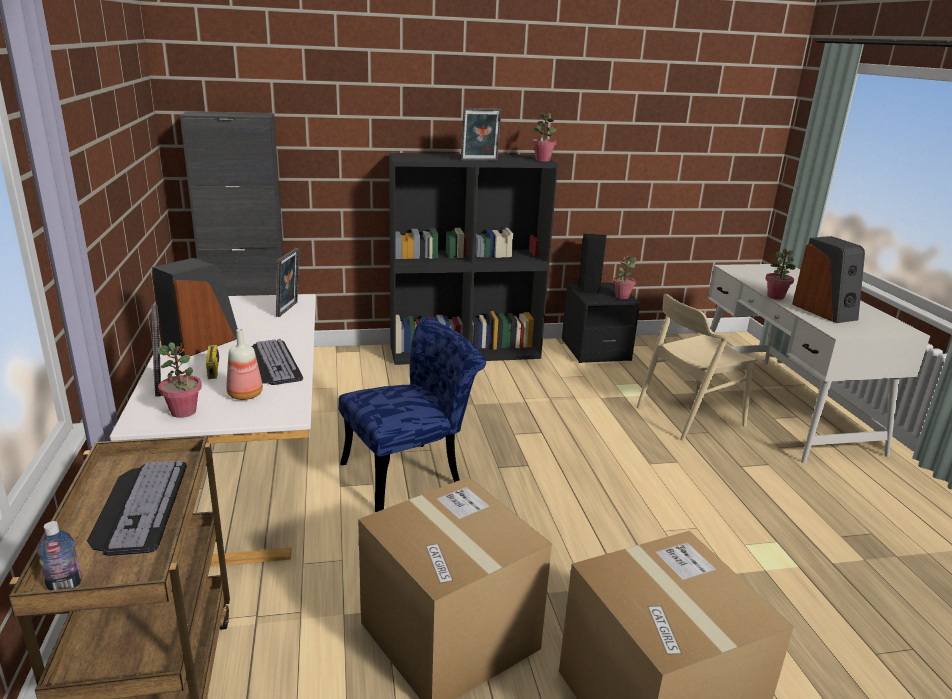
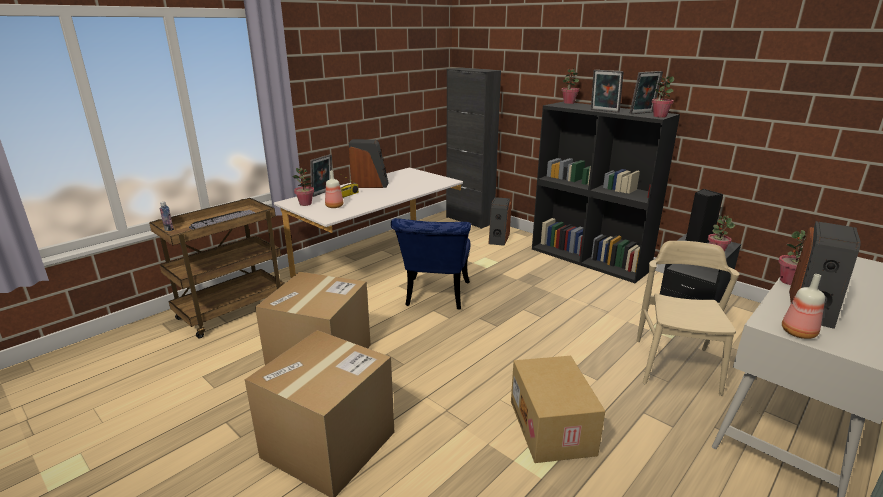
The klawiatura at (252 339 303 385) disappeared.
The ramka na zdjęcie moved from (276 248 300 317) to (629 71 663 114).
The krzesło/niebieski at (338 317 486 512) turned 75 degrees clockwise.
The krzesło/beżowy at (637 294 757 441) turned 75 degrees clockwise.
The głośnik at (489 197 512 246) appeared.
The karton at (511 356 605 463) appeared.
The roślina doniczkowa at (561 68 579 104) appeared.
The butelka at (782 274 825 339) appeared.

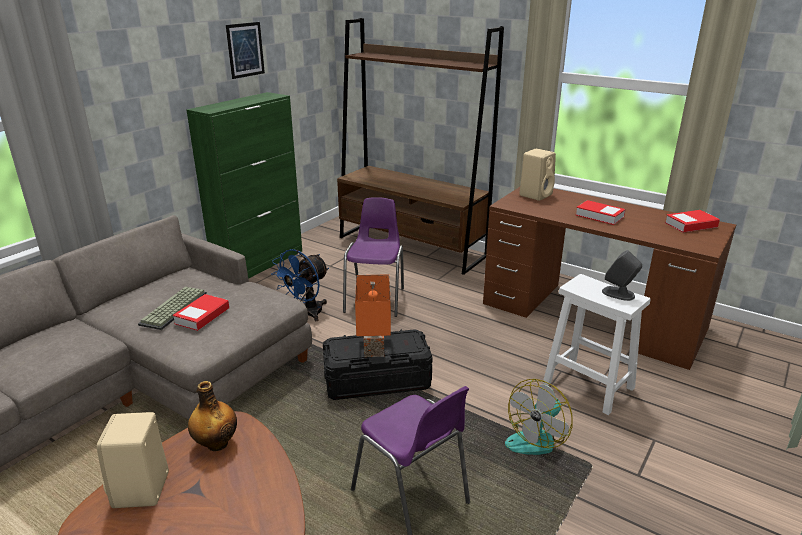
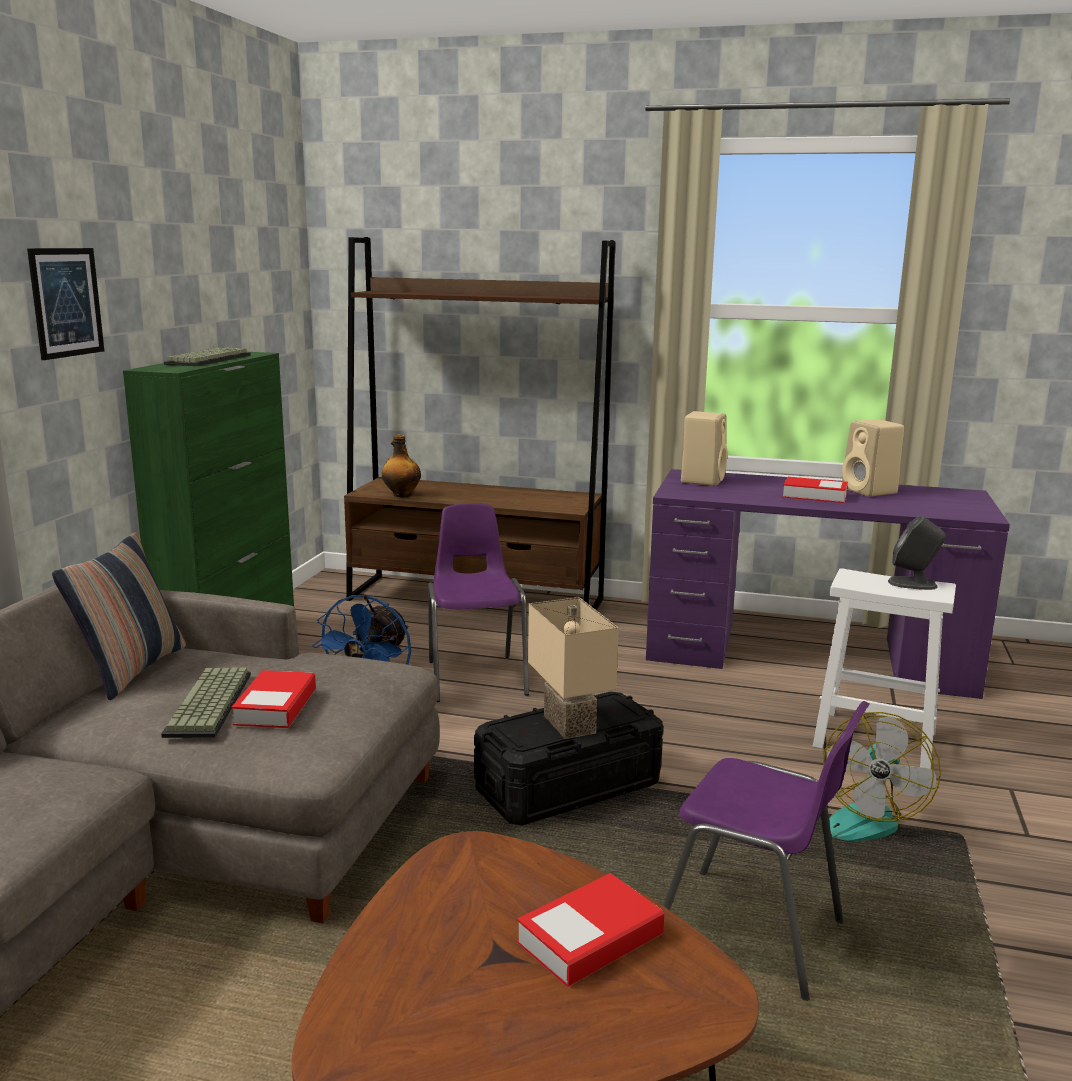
The głośnik/beżowy moved from (97 412 169 508) to (842 419 904 496).
The butelka moved from (188 381 237 451) to (382 434 421 497).
The obraz moved from (226 22 265 79) to (27 248 104 360).
The lampa stołowa/pomarańczowy at (355 274 391 357) became the lampa stołowa/beżowy at (528 597 619 739).
The biurko/brązowy at (483 187 736 370) became the biurko/fioletowy at (646 469 1010 699).
The książka moved from (665 210 720 233) to (517 873 664 987).
The poduszka at (52 532 186 700) appeared.
The klawiatura at (164 347 251 366) appeared.

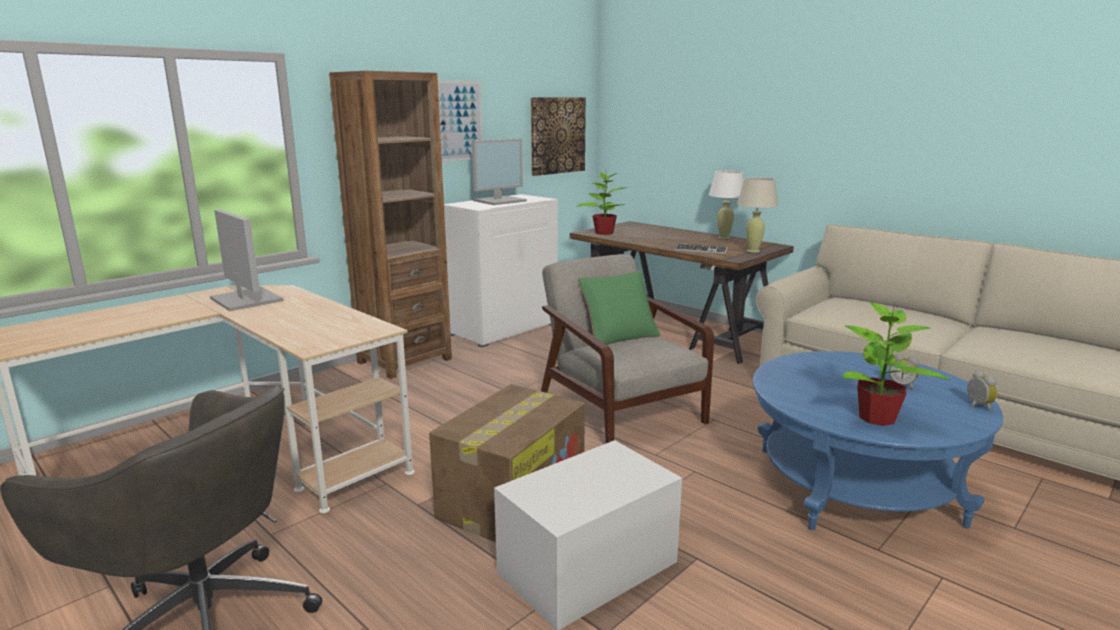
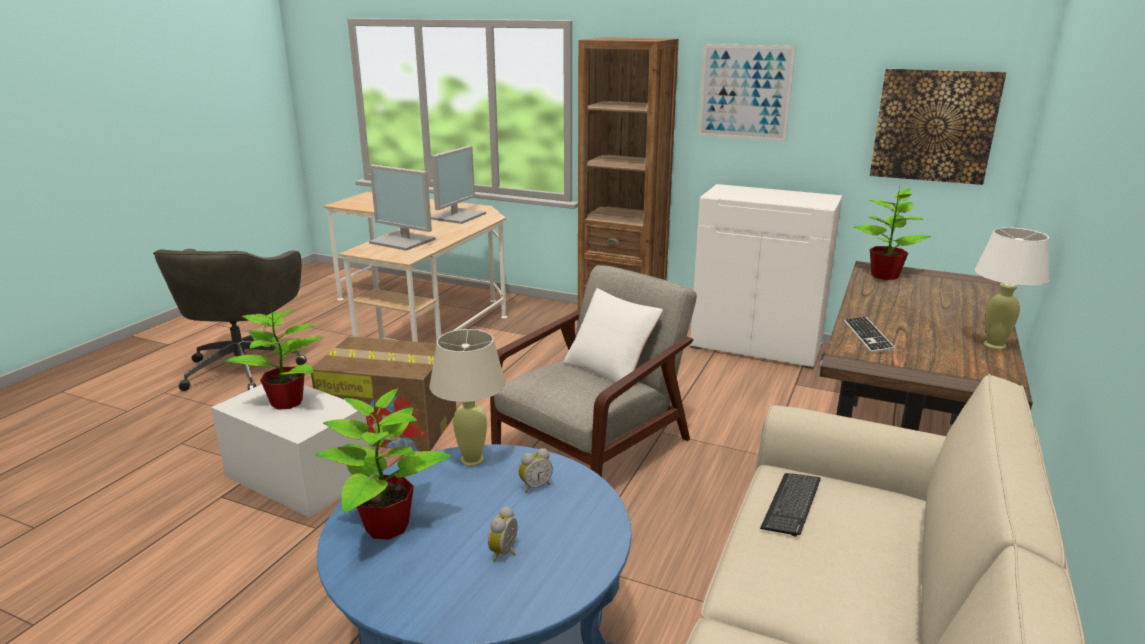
The monitor moved from (472 138 527 205) to (369 165 436 251).
The poduszka/zielony at (578 271 661 345) became the poduszka/biały at (564 288 663 383).
The lampa stołowa/beżowy moved from (737 177 778 252) to (430 329 506 466).
The budzik moved from (967 370 998 410) to (519 448 553 493).
The roślina doniczkowa at (225 306 323 410) appeared.
The klawiatura at (760 473 821 537) appeared.

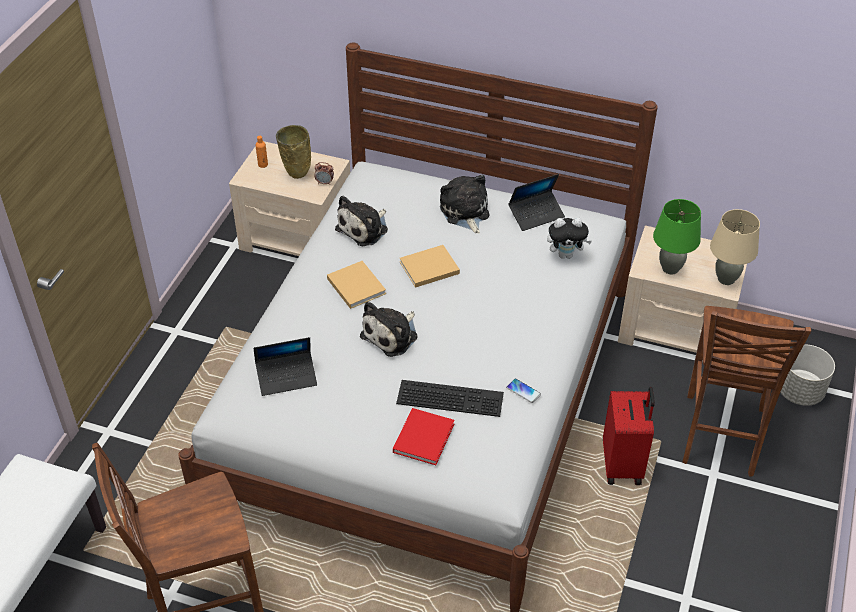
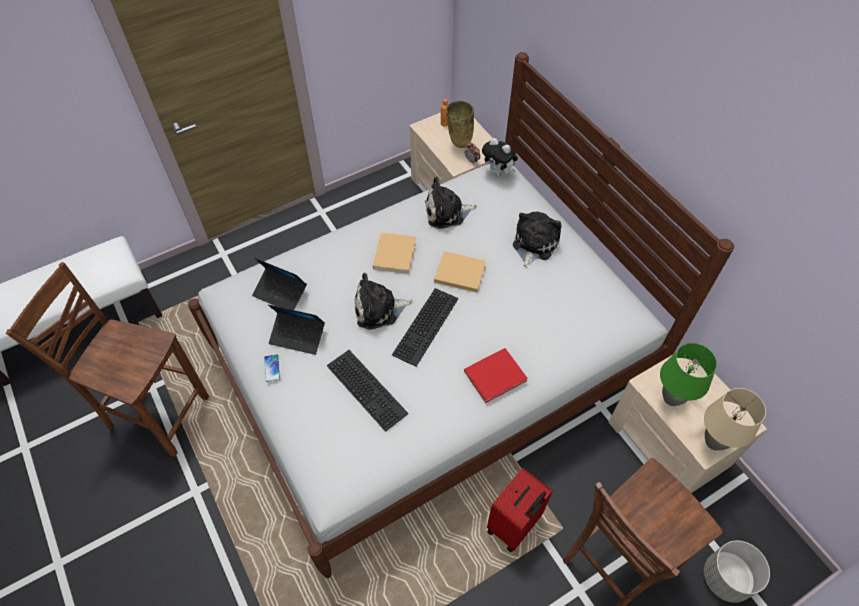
The książka/czerwony moved from (393 408 455 465) to (464 348 527 403).
The telefon moved from (506 378 541 403) to (264 354 280 382).
The laptop moved from (508 174 565 231) to (268 305 325 355).
The pluszak moved from (547 218 592 259) to (482 138 518 176).
The klawiatura at (392 288 458 367) appeared.

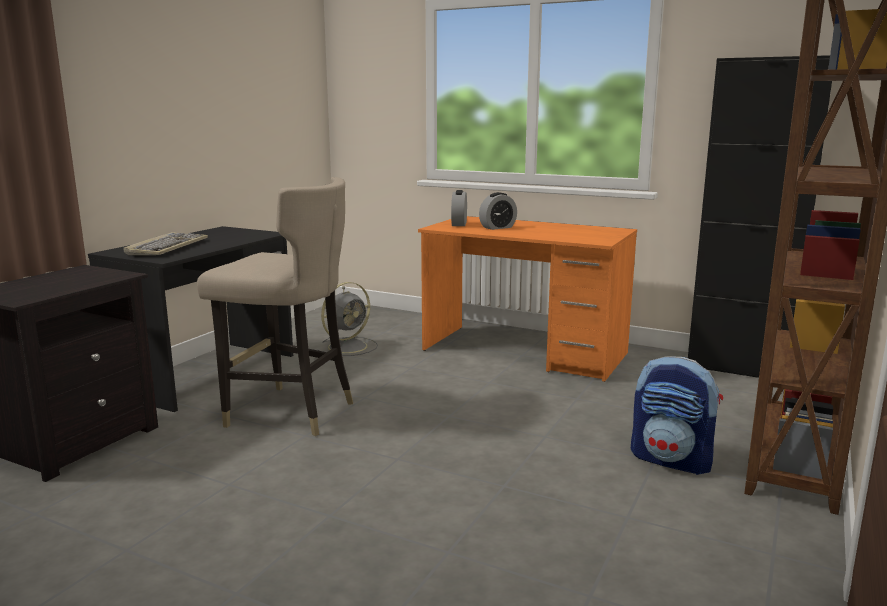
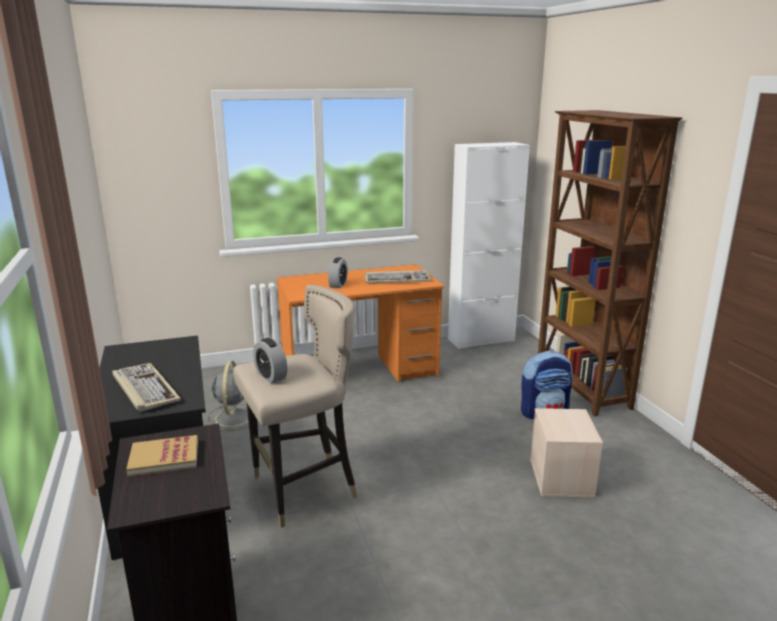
The budzik moved from (451 190 467 226) to (253 338 288 383).
The szafka/czarny at (688 55 832 378) became the szafka/biały at (448 142 530 349).
The książka at (126 435 198 477) appeared.
The klawiatura at (364 270 432 283) appeared.
The pojemnik do przechowywania/beżowy at (530 408 603 498) appeared.

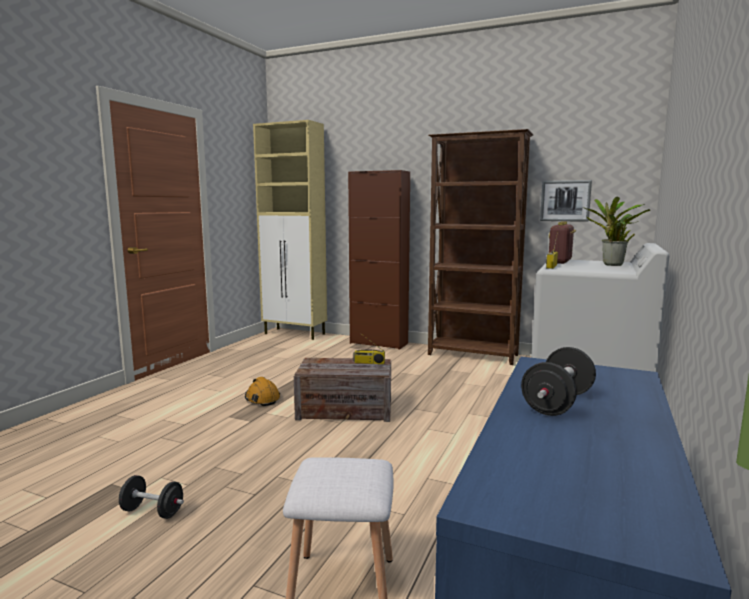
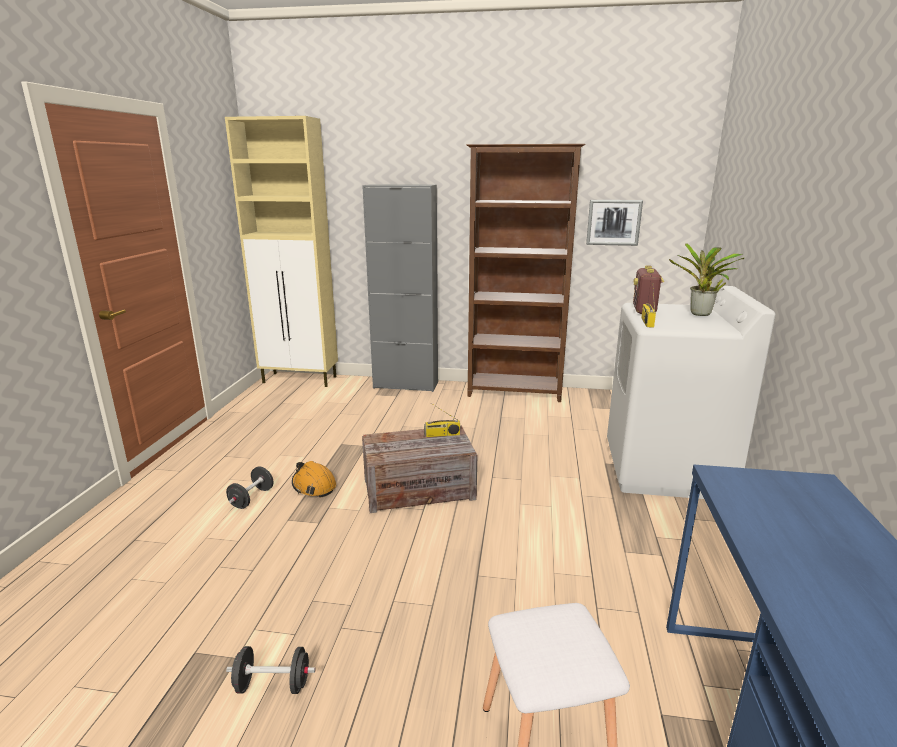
The szafka/brązowy at (348 170 410 350) became the szafka/szary at (362 184 438 392).
The hantel/czarny moved from (521 347 596 416) to (226 466 274 509).

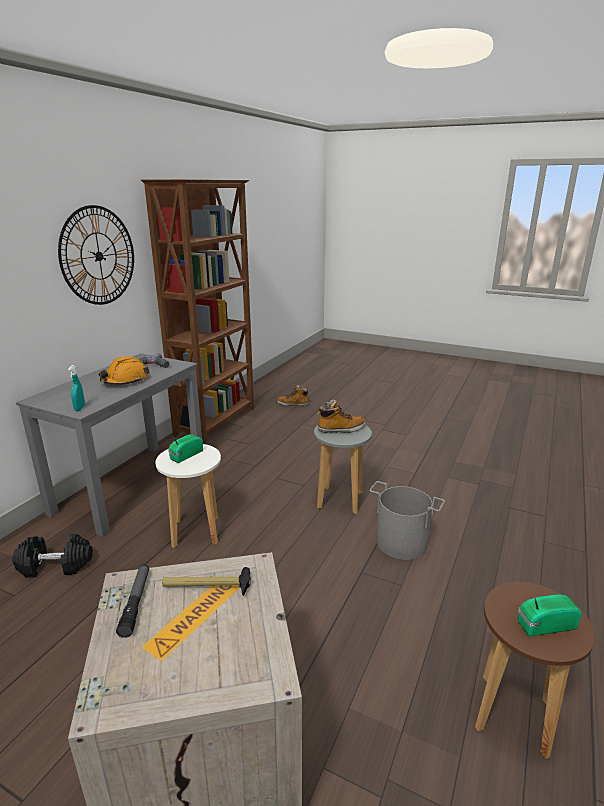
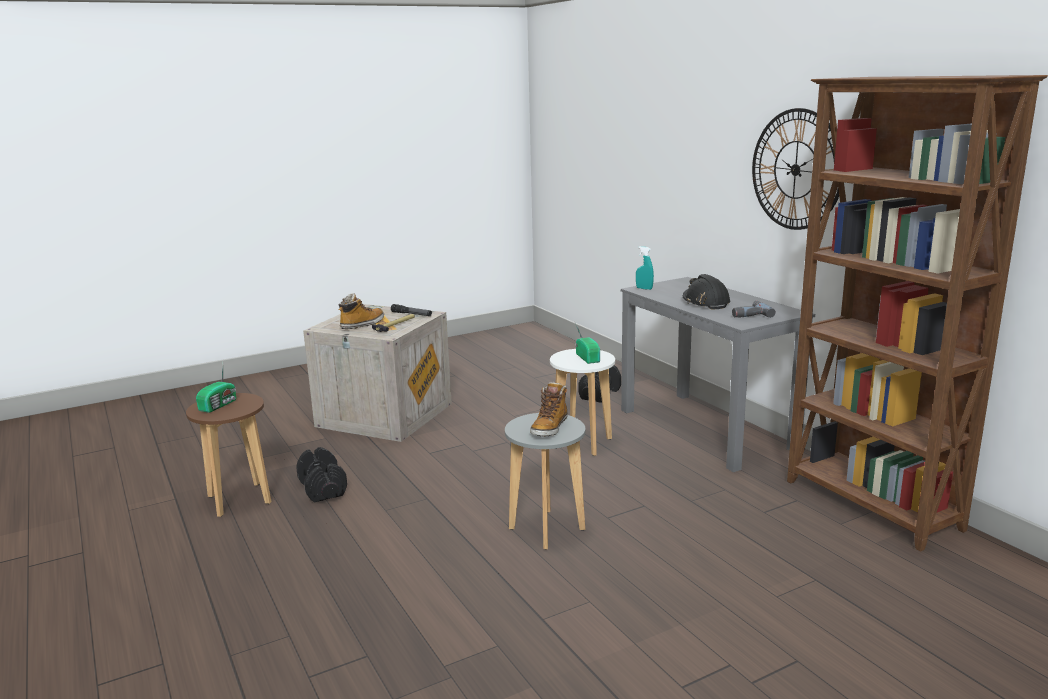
The kask/pomarańczowy at (99 356 150 385) became the kask/czarny at (683 274 730 309).
The but z cholewką moved from (277 385 309 406) to (339 293 384 329).
The wiadro/szary at (369 481 445 560) disappeared.
The hantel/czarny at (296 447 347 502) appeared.

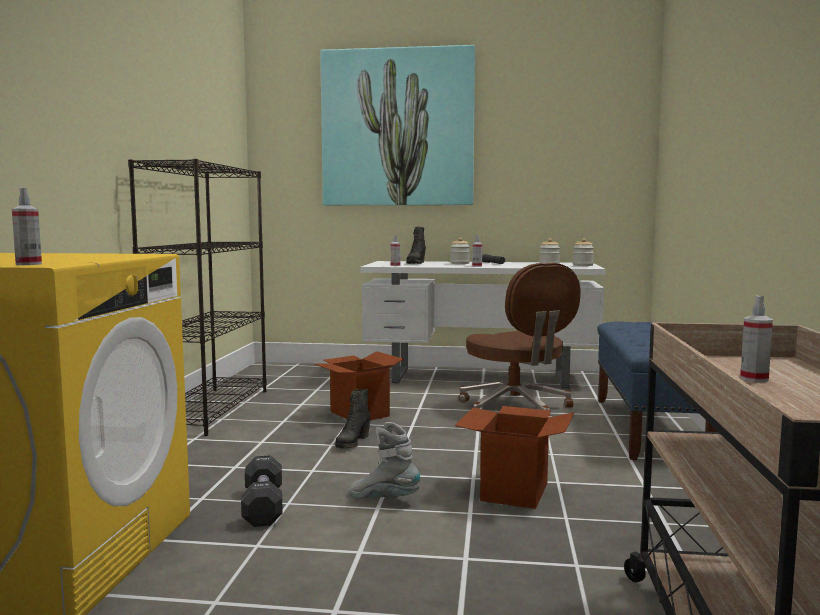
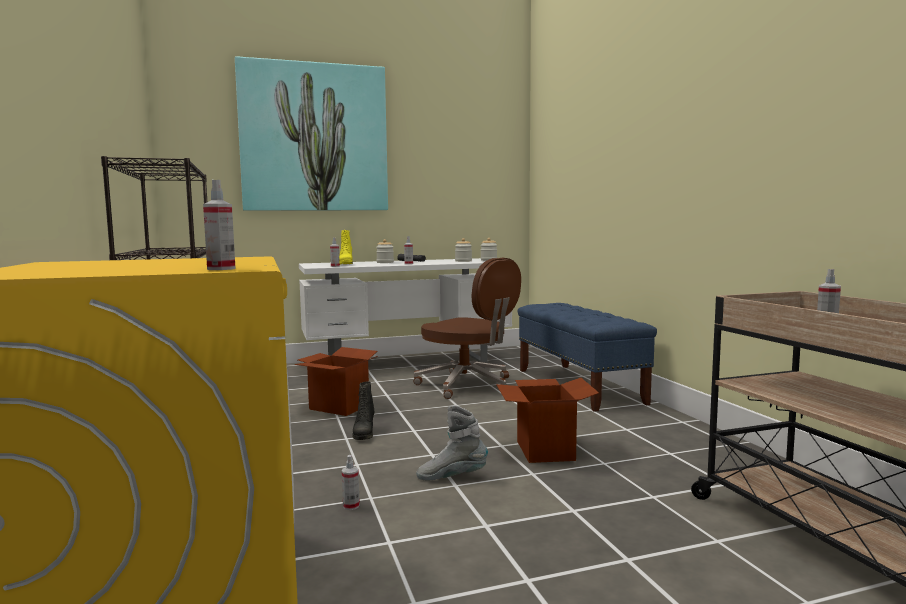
The hantel/czarny at (241 455 283 527) was replaced by the spryskiwacz at (342 455 360 510).
The but z cholewką/czarny at (406 226 426 264) became the but z cholewką/żółty at (339 230 353 264).

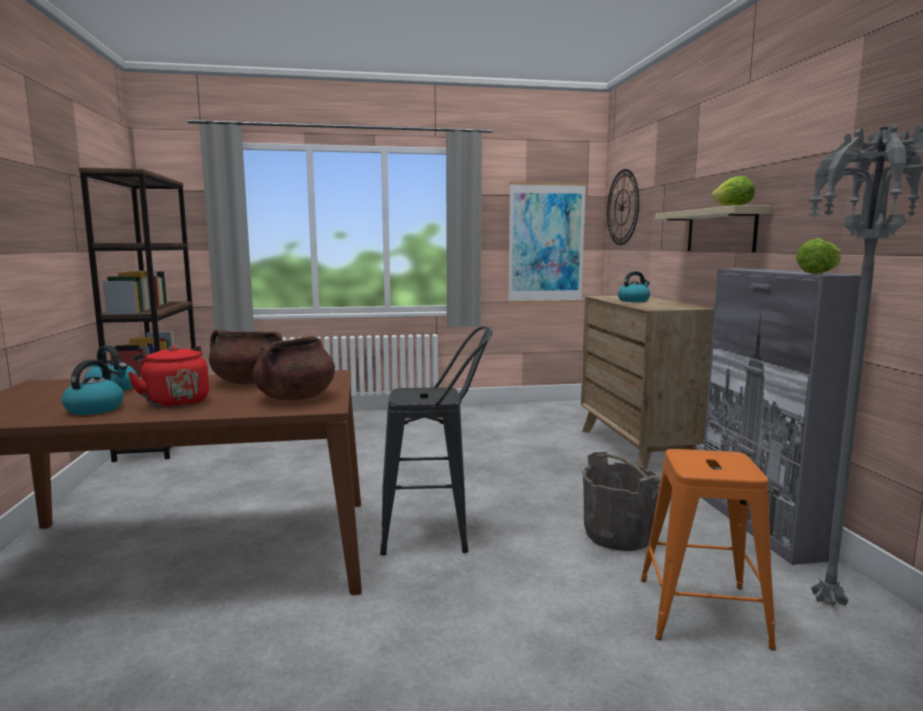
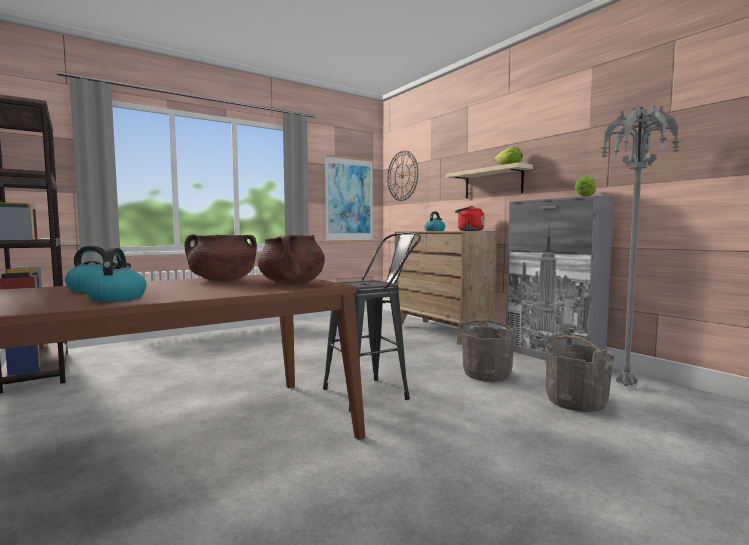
The czajnik/czerwony moved from (128 345 209 408) to (455 206 484 231).
The stołek/pomarańczowy at (641 449 776 651) was replaced by the wiadro/szary at (545 335 614 412).

